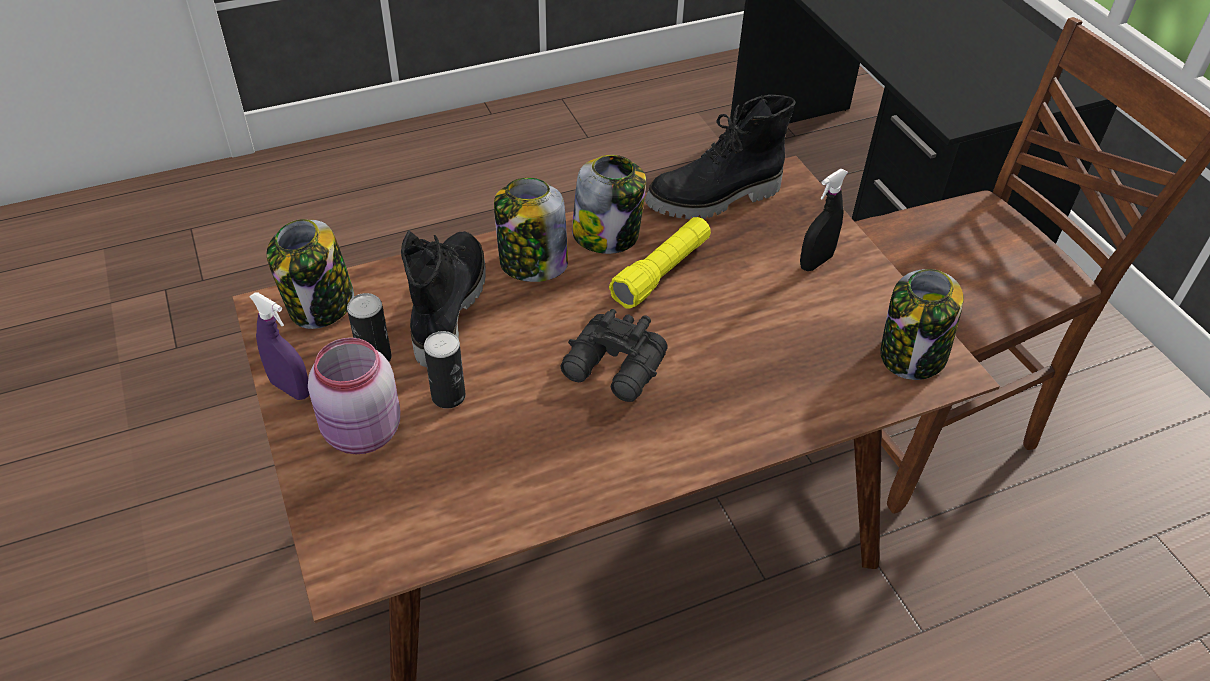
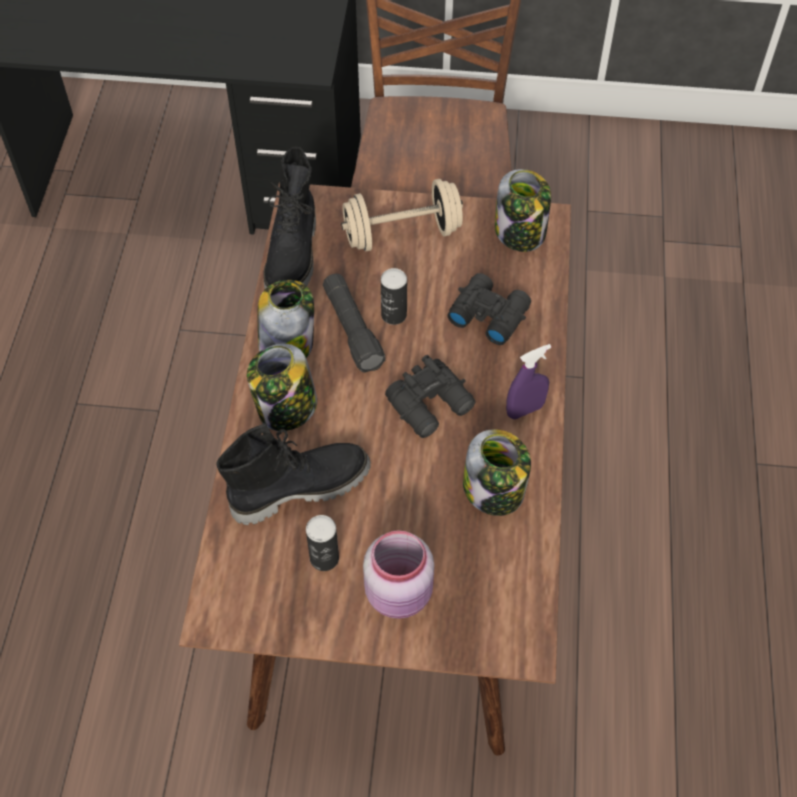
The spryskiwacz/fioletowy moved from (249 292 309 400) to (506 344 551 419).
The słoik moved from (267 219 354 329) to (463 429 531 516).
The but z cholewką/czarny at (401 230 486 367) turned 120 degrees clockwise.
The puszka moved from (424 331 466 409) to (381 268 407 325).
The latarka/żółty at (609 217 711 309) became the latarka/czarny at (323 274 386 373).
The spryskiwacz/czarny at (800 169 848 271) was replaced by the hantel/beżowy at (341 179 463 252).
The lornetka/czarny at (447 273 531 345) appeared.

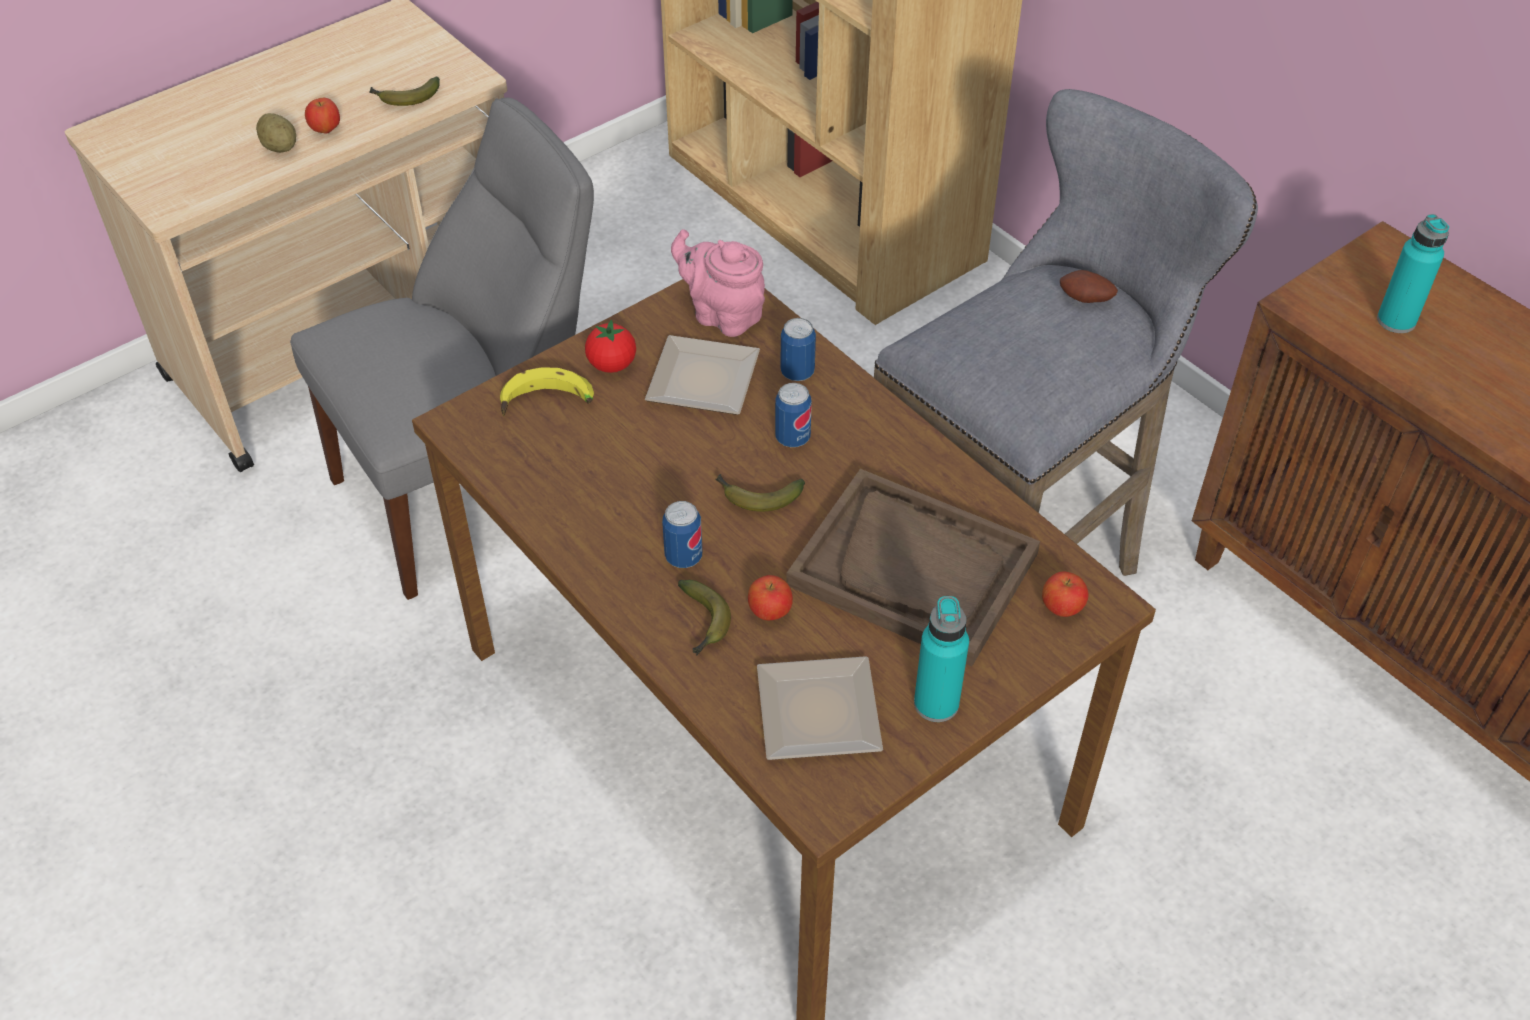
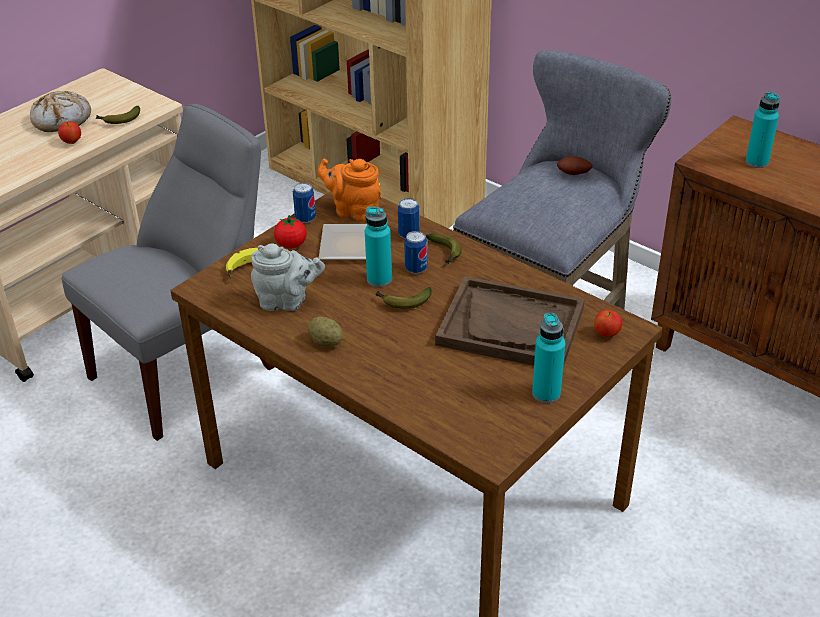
The ziemniak moved from (256 113 296 153) to (308 317 343 347).
The puszka moved from (662 501 702 568) to (293 182 316 223).
The imbryk/różowy at (671 229 765 337) became the imbryk/pomarańczowy at (317 159 381 222).
The banan moved from (678 580 731 655) to (426 233 462 264).
The jabłko at (748 575 793 620) disappeared.
The talerz at (757 656 883 760) disappeared.
The chleb at (30 91 91 132) appeared.
The imbryk/szary at (251 243 325 311) appeared.
The butelka/turkusowy at (365 207 392 287) appeared.

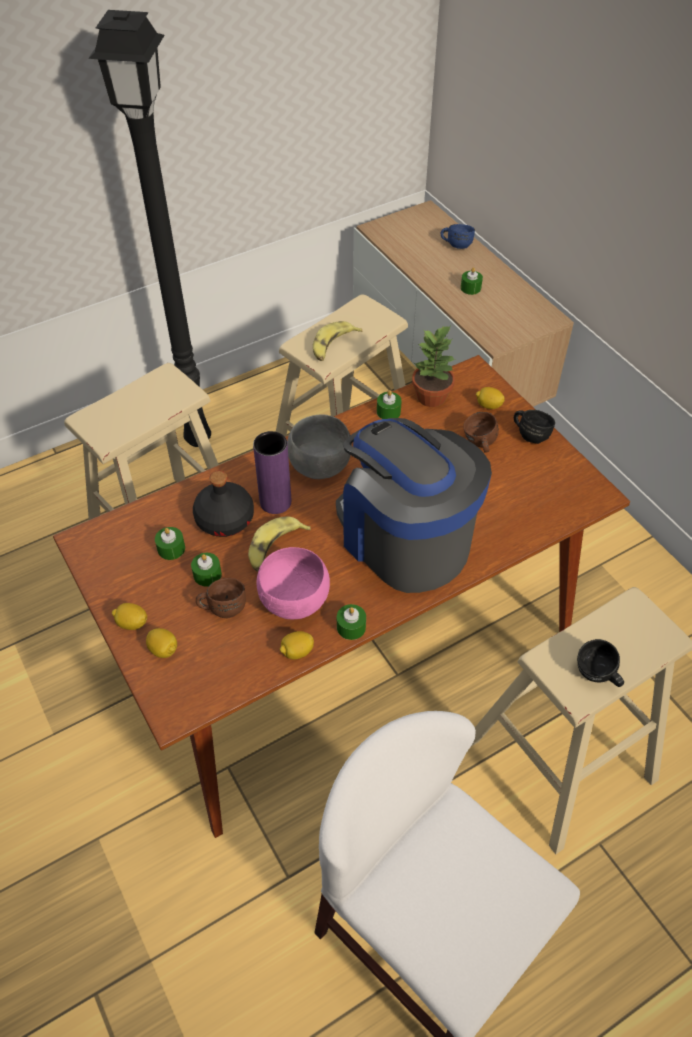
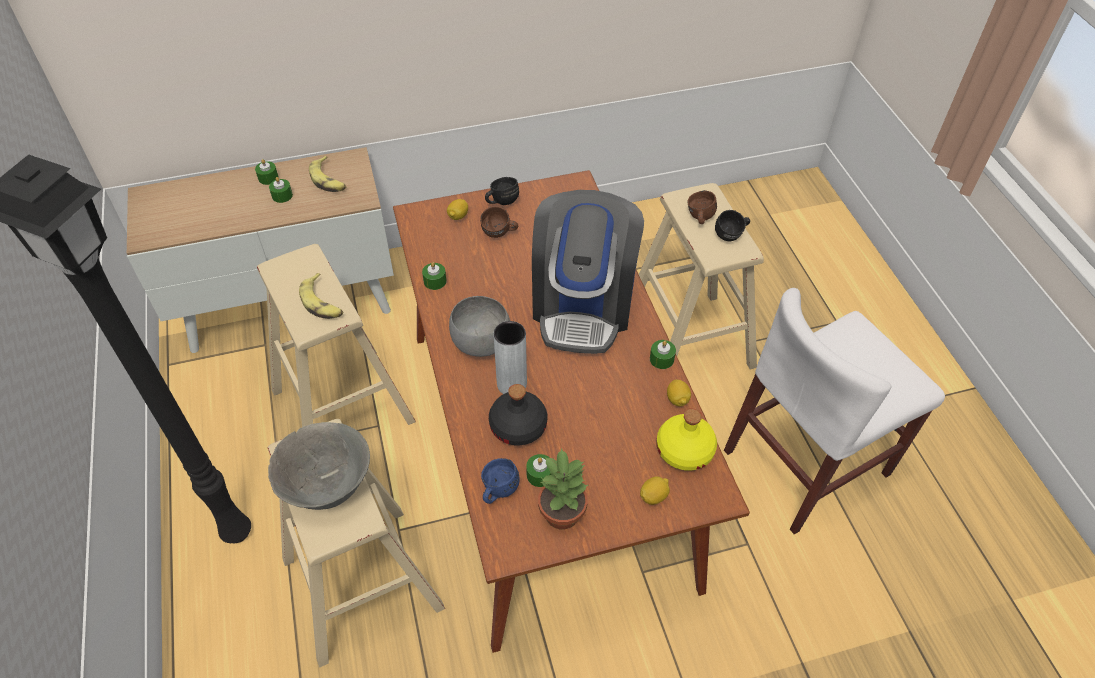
The cytryna at (112 603 147 630) disappeared.
The świeca/zielony moved from (191 553 222 586) to (255 159 279 185).
The kubek/brązowy moved from (196 578 246 618) to (687 190 717 224).
The banan moved from (248 516 311 572) to (309 156 346 192).
The wazon/fioletowy at (253 431 291 514) became the wazon/szary at (493 321 527 394).
The miska/różowy at (256 547 330 619) disappeared.
The ekspres do kawy at (336 418 492 593) turned 60 degrees counterclockwise.
The roślina doniczkowa moved from (412 325 456 407) to (538 448 588 529).
The kubek/niebieski moved from (441 224 475 249) to (481 458 520 504).
The miska/szary at (268 422 370 510) appeared.
The butelka/żółty at (657 408 717 471) appeared.

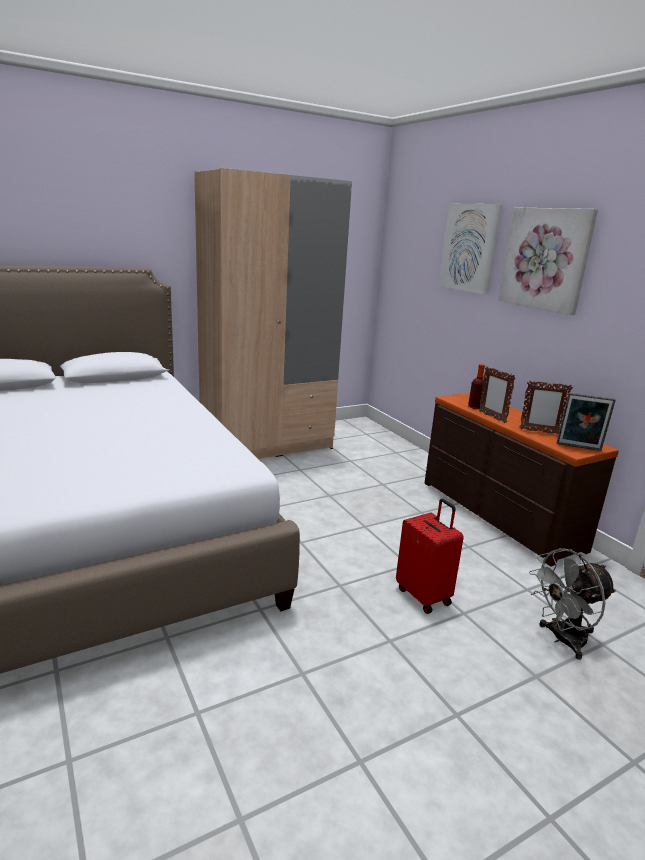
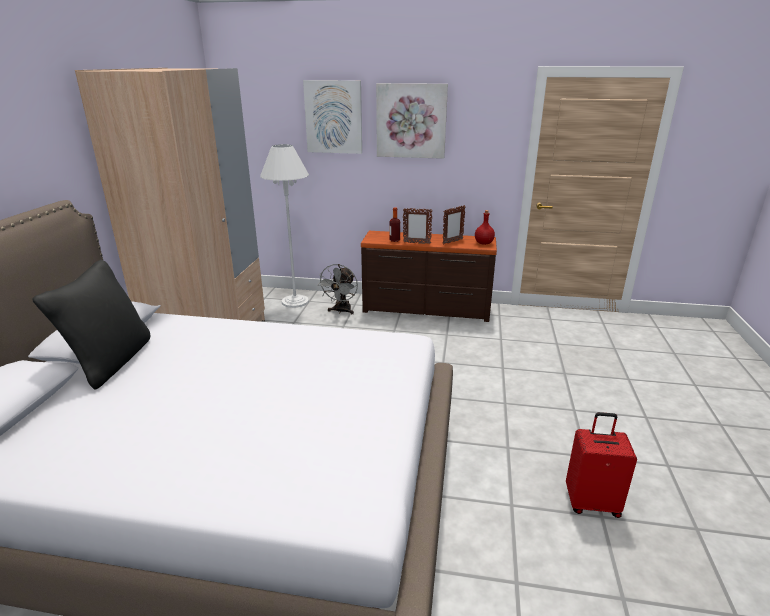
The walizka/czerwony moved from (396 499 464 614) to (566 412 637 518).
The wentylator/szary moved from (529 548 616 660) to (317 264 358 314).
The ramka na zdjęcie at (557 392 616 451) was replaced by the butelka/czerwony at (475 210 495 245).
The poduszka/czarny at (32 260 150 389) appeared.
The lampa stojąca/biały at (260 144 309 308) appeared.

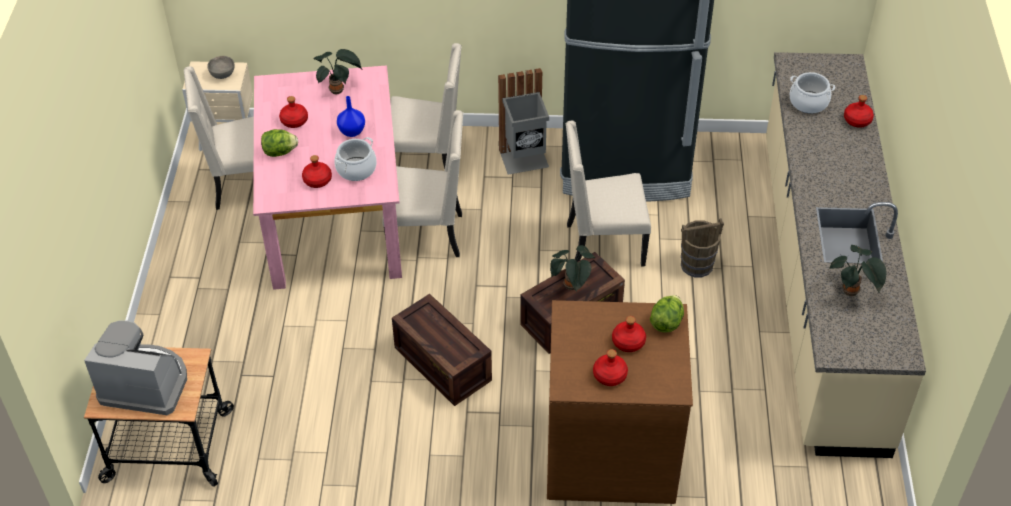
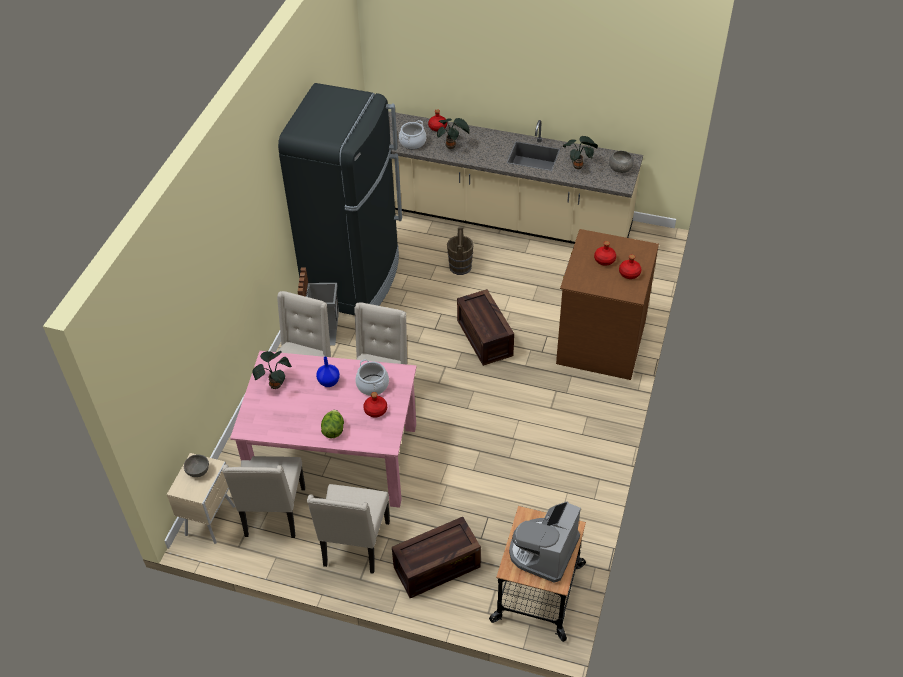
The butelka/czerwony at (279 96 308 128) disappeared.
The skrzynka moved from (392 294 492 406) to (392 517 481 598).
The roślina doniczkowa moved from (550 245 595 292) to (437 118 470 149).
The krzesło/beżowy moved from (566 121 651 267) to (307 484 390 574).
The sałata at (650 295 684 333) disappeared.
The miska/szary at (609 151 634 173) appeared.

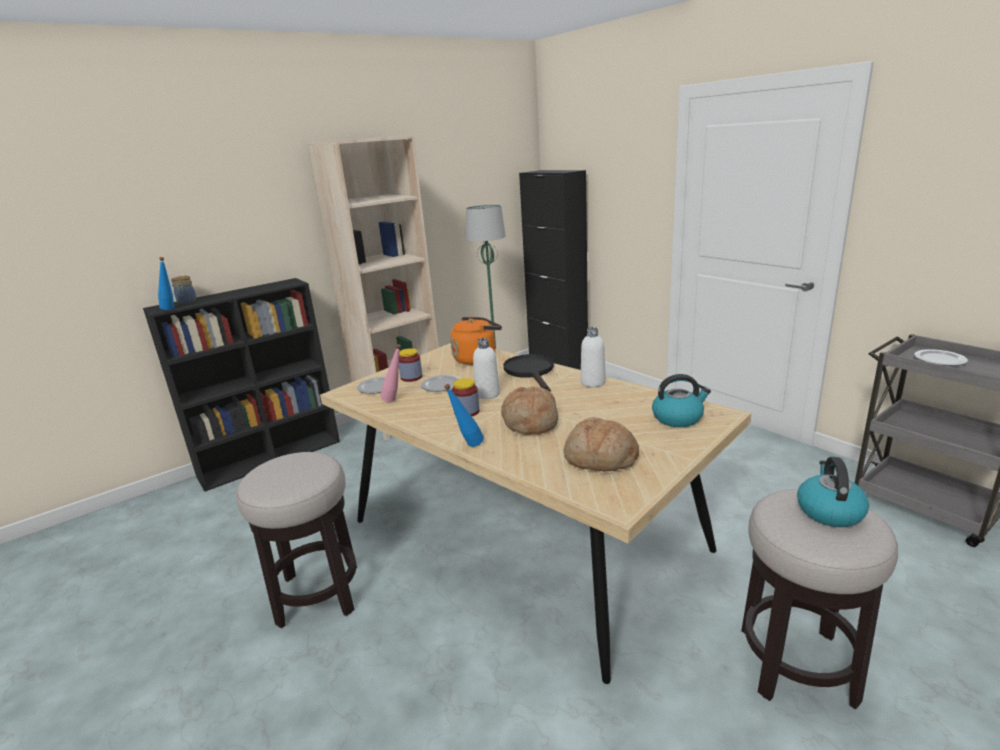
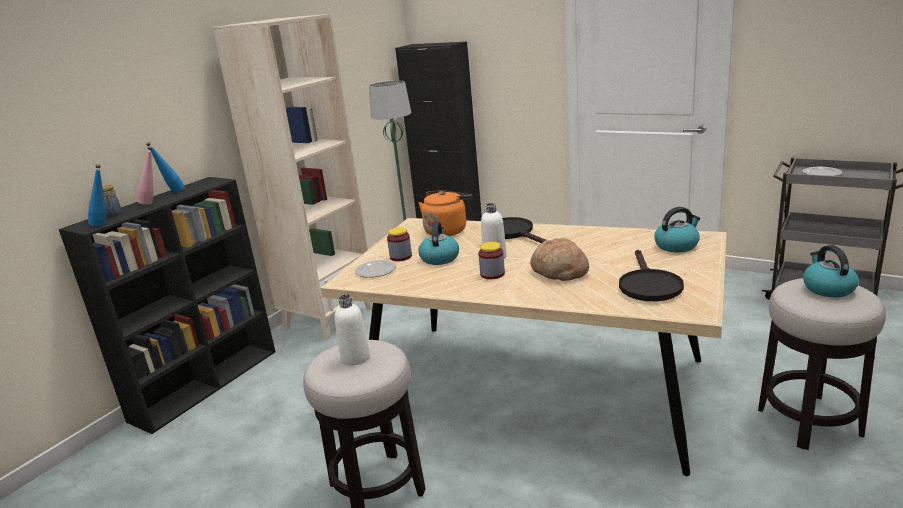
The butelka/różowy moved from (380 344 401 402) to (137 147 154 205).
The talerz at (421 375 460 392) was replaced by the czajnik at (418 221 459 265).
The butelka/niebieski moved from (444 384 484 447) to (146 142 185 193).
The chleb at (564 417 639 471) was replaced by the patelnia/czarny at (619 250 684 301).
The butelka/biały moved from (581 327 606 387) to (335 294 370 366).

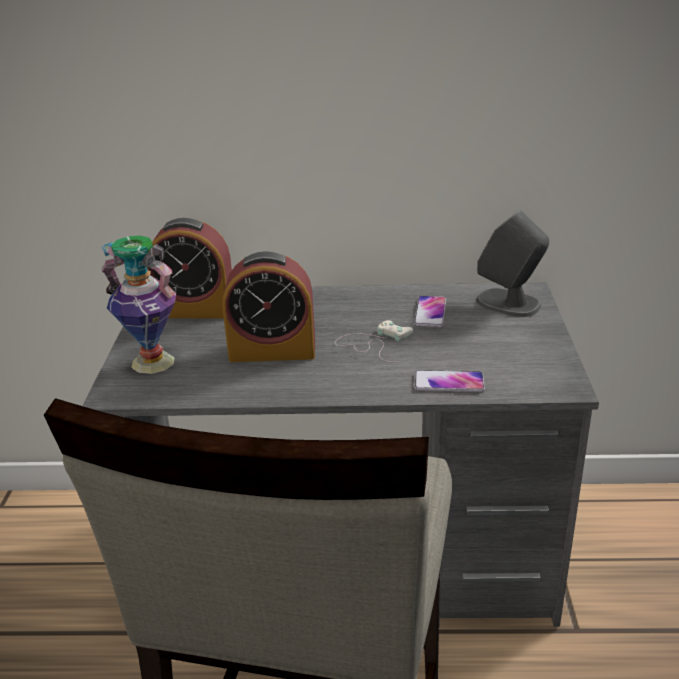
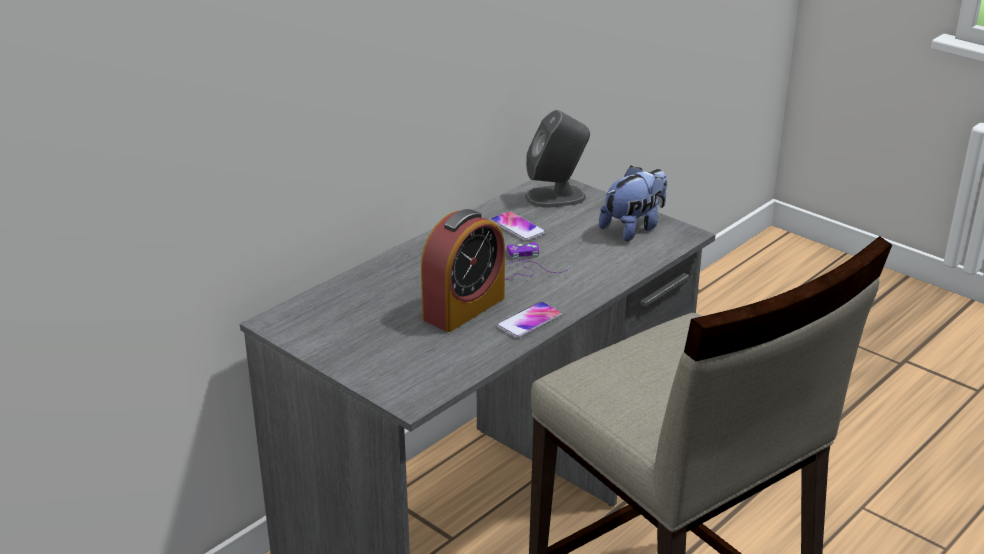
The wazon at (102 236 176 374) disappeared.
The budzik at (147 218 232 319) disappeared.
The pad do gier/biały at (335 320 413 362) became the pad do gier/fioletowy at (505 242 569 280).
The telefon moved from (414 370 485 392) to (497 302 562 338).
The pluszak at (599 166 667 241) appeared.

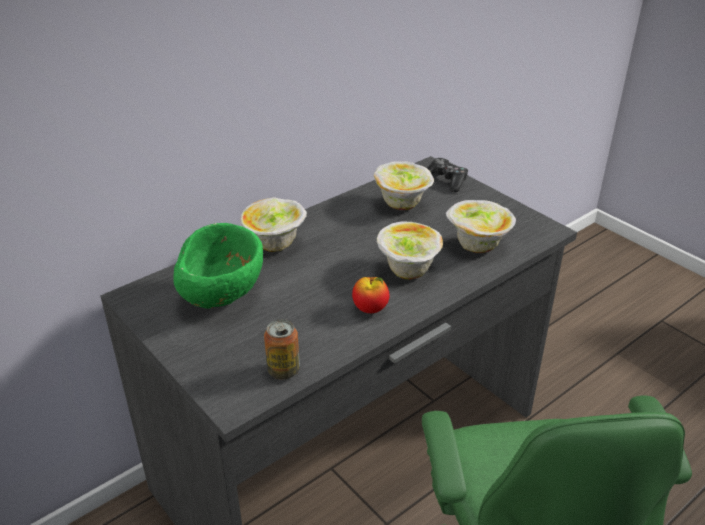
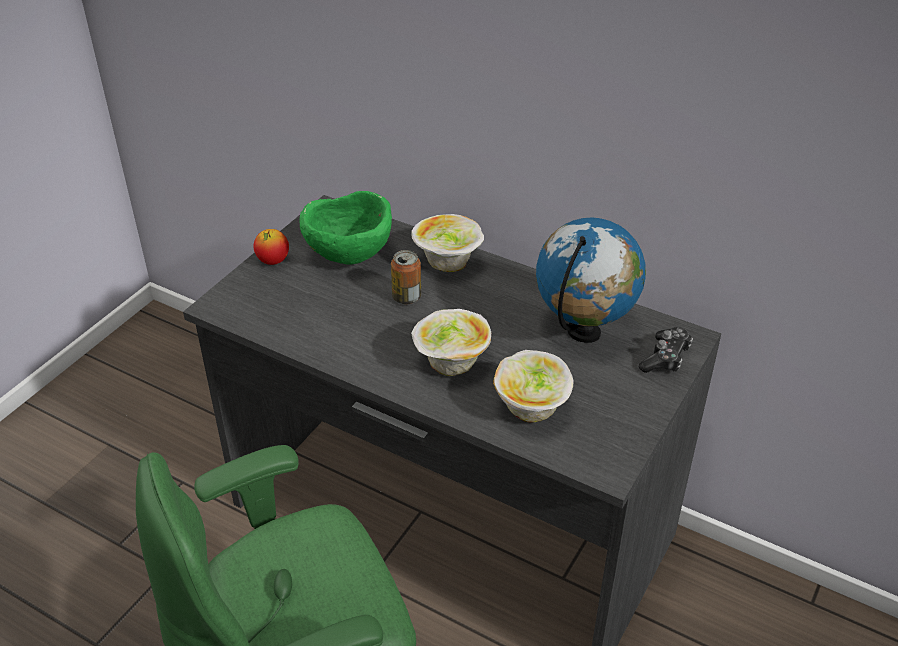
The puszka moved from (264 319 300 380) to (391 250 421 304).
The jabłko moved from (352 277 389 313) to (253 229 289 265).
The miska at (374 161 434 210) was replaced by the globus at (536 217 646 343).

